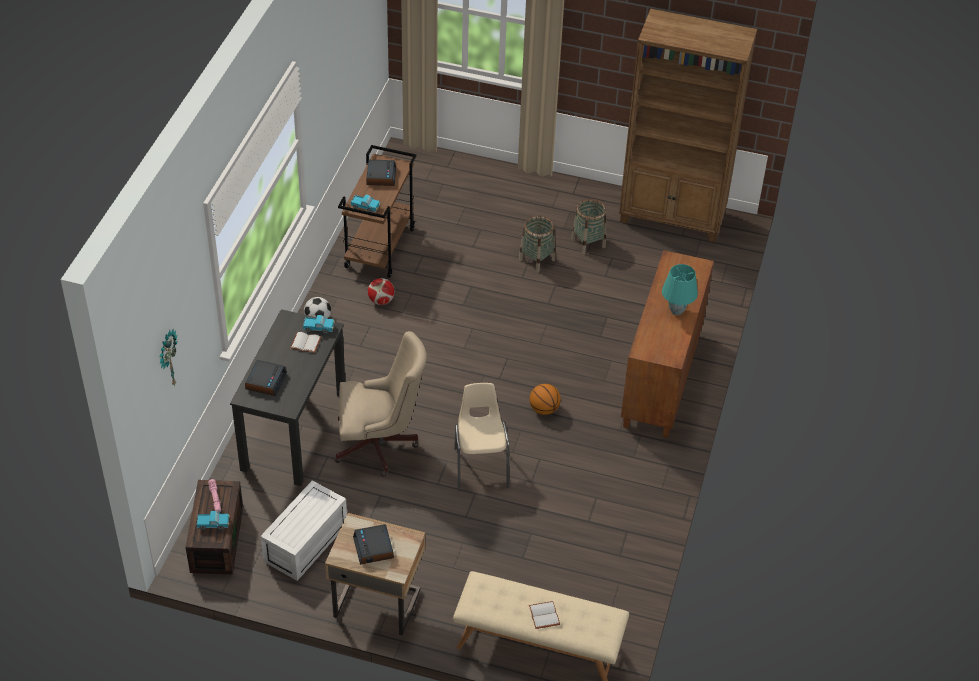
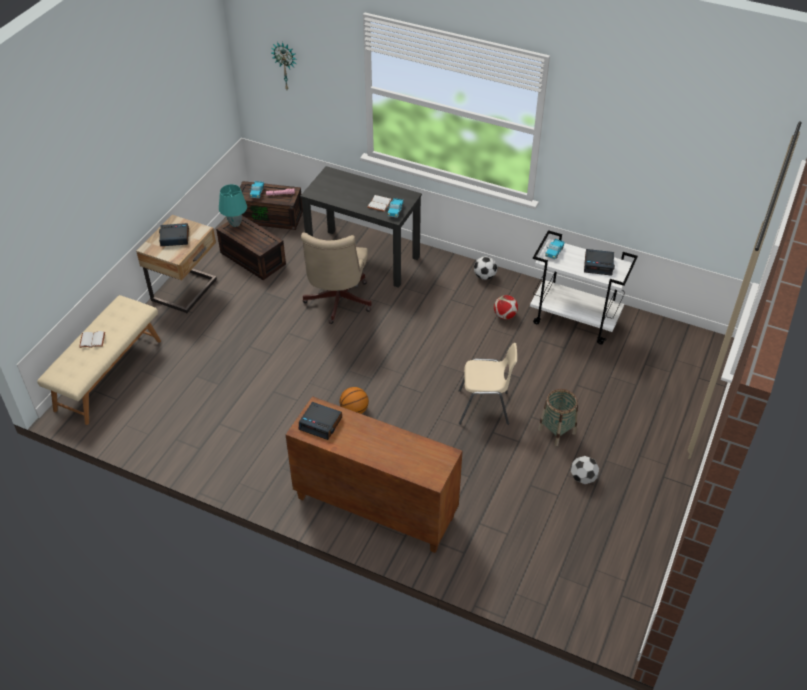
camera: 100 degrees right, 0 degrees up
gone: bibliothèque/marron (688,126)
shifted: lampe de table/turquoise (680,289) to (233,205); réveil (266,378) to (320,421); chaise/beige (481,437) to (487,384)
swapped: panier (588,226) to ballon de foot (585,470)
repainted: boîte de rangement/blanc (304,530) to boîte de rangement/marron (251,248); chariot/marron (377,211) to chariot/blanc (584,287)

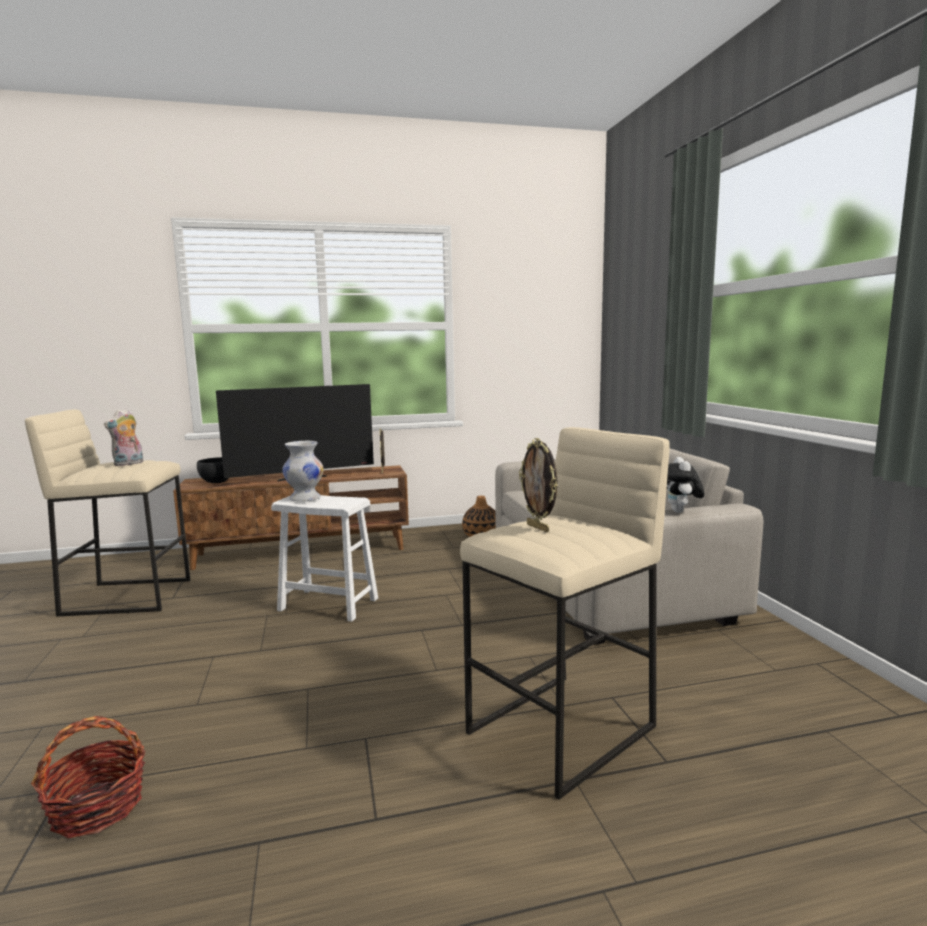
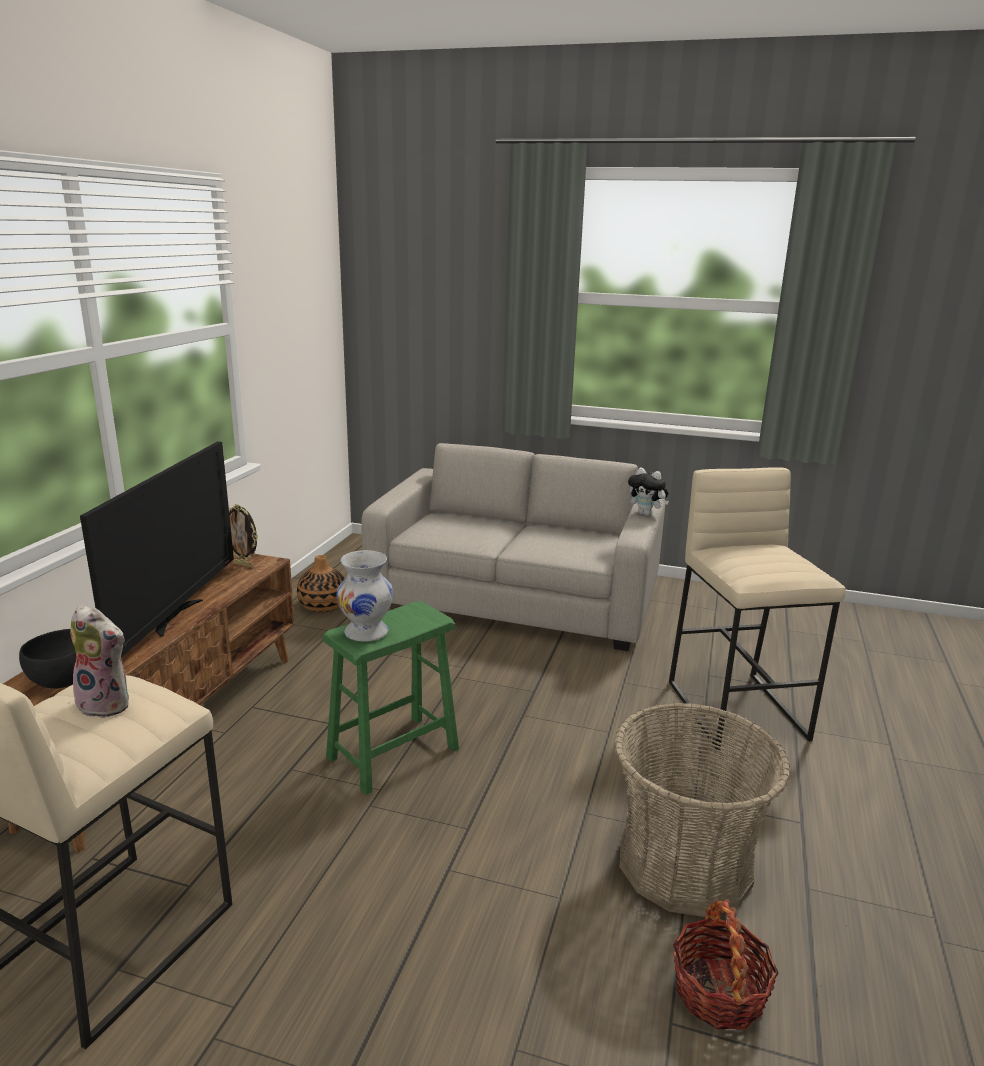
camera: 60 degrees left, 10 degrees up
gone: cadre photo (538,485)
new: panier (702,810)
repainted: tabouret/blanc (324,558) to tabouret/vert (390,698)
rotated: peluche (123,437) = (99,661) 45 degrees counterclockwise

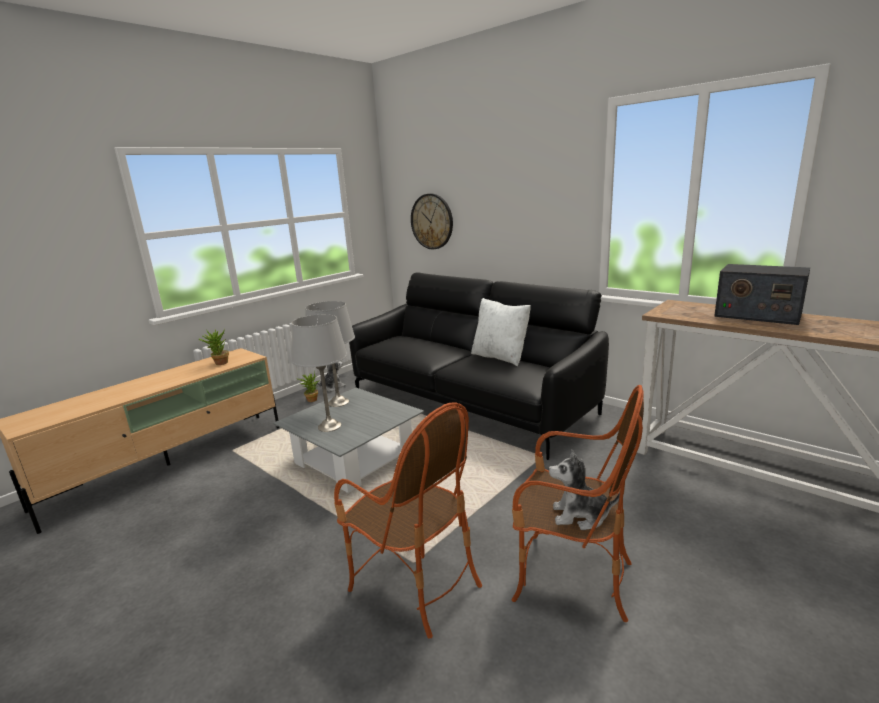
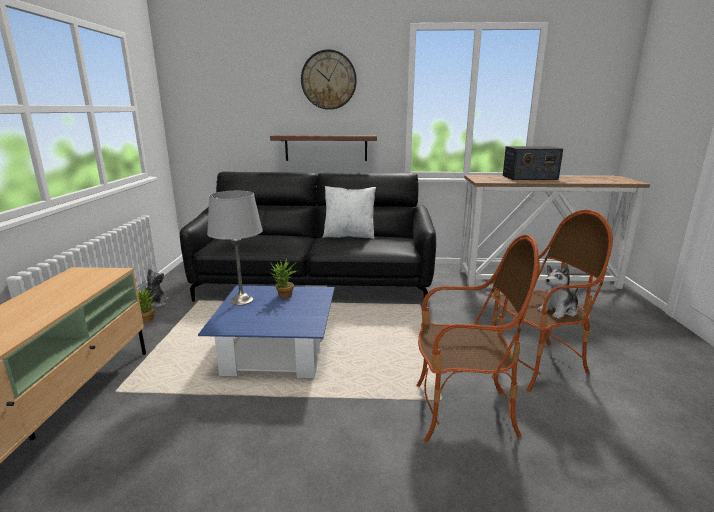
camera: 40 degrees left, 0 degrees up
gone: lampe de table/gris (319,373)
new: étagère/marron (323,148)
shifted: plante en pot (213,347) to (283,278); horloge murale (432,221) to (329,79)
repainted: table basse/gris (348,440) to table basse/bleu (266,332)

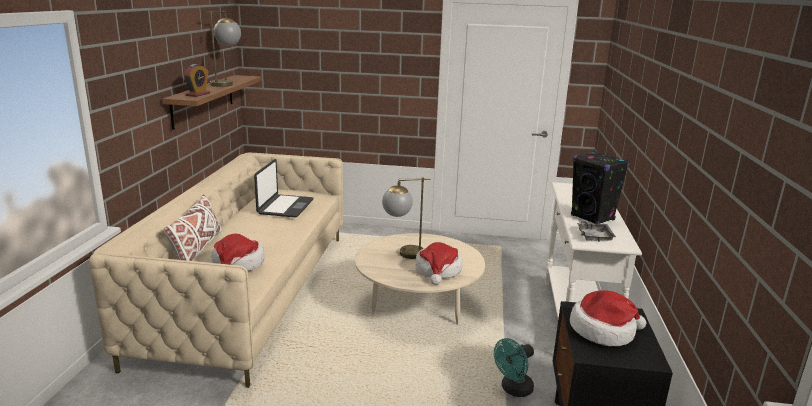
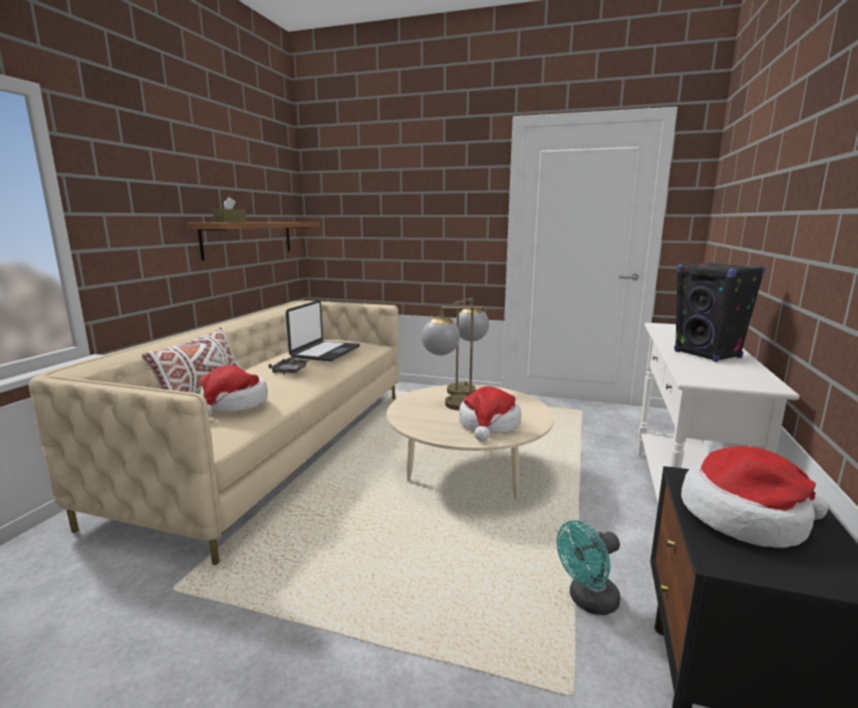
camera: 10 degrees right, 5 degrees down
shifted: plateau/gris (596,231) to (289,366); lampe de table (223,49) to (468,347)
swapped: réveil (197,80) to boîte à mouchoirs/marron (230,209)

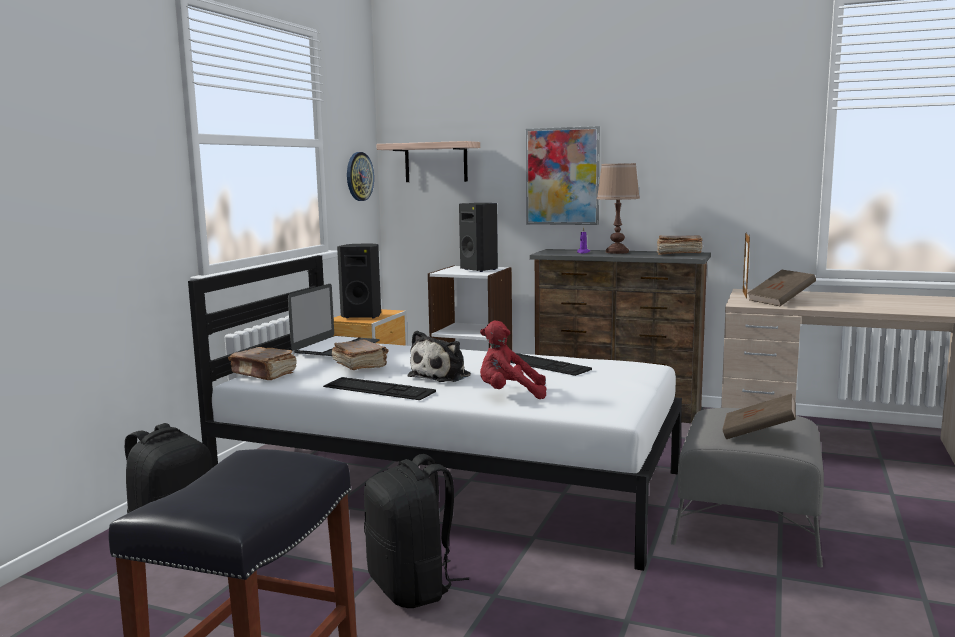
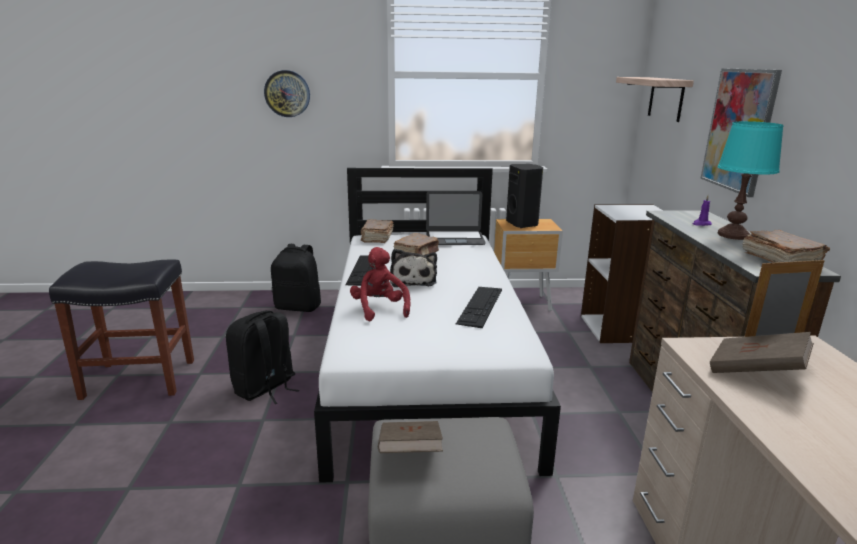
camera: 65 degrees right, 10 degrees up
gone: enceinte/noir (478,237)
shifted: horloge murale (360,176) to (287,93)
repainted: lampe de table/marron (618,208) to lampe de table/turquoise (751,180)
rotated: peluche (439,356) = (413,268) 105 degrees counterclockwise

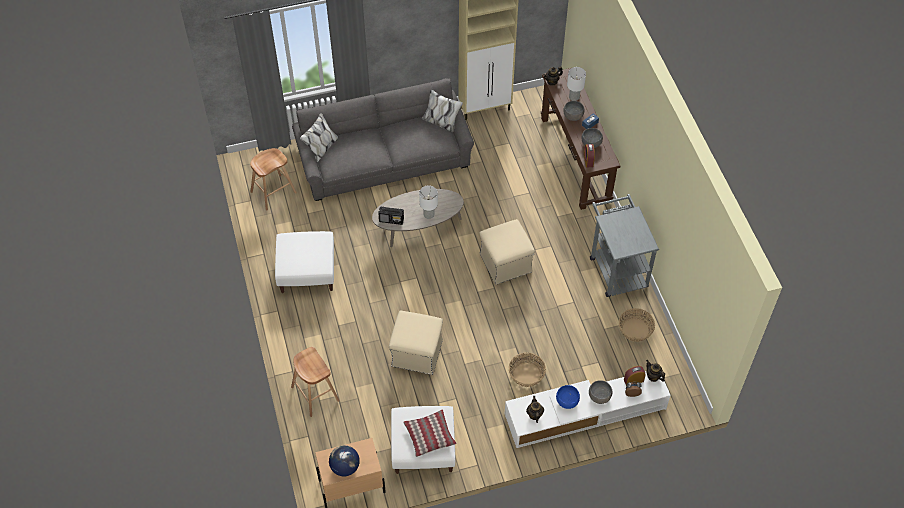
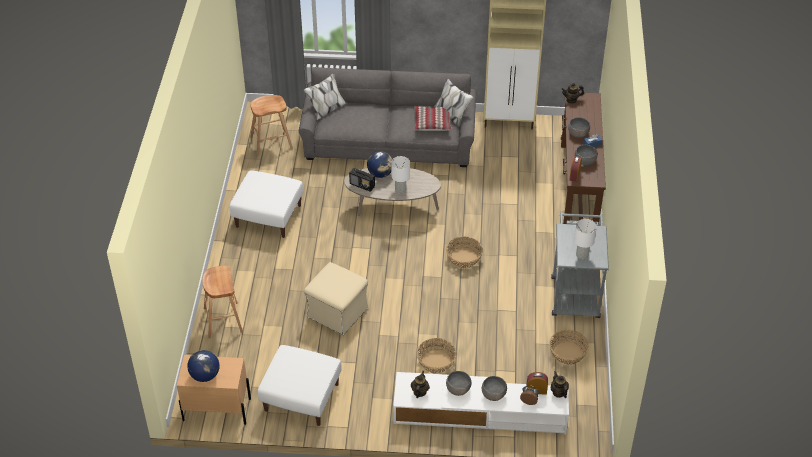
camera: 20 degrees right, 10 degrees down
new: globe (379,164)
shifted: coussin (429,433) to (433,118); lampe de table/blanc (576,84) to (585,239)
swapped: pouf/beige (507,252) to panier (464,252)
repainted: bol/bleu (568,397) to bol/gris (458,383)

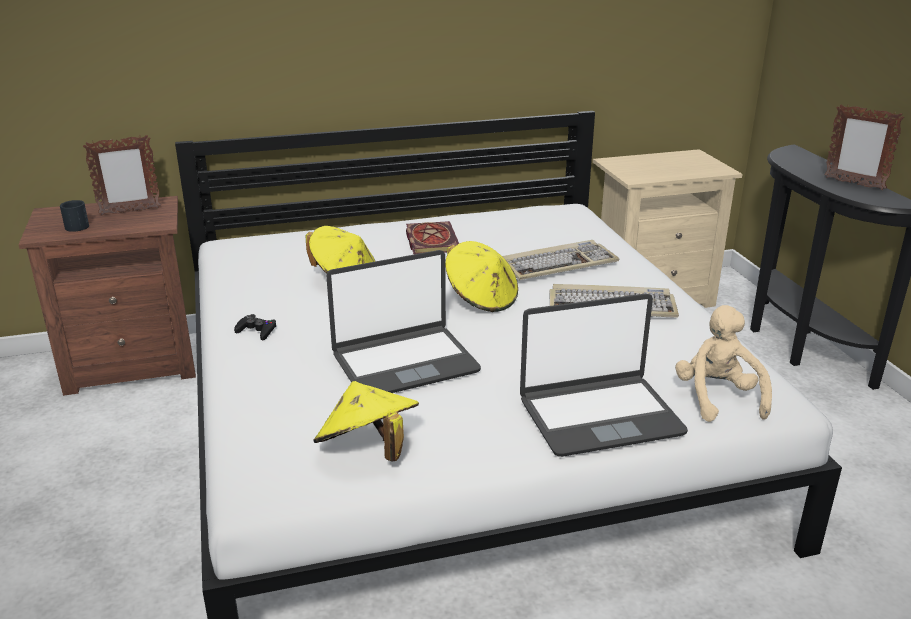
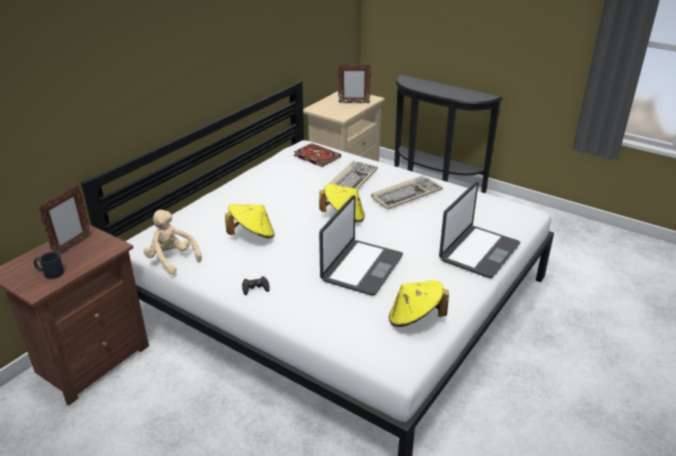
camera: 40 degrees left, 5 degrees up
shifted: peluche/beige (723,363) to (173,242); livre (432,237) to (317,155); cadre photo (864,147) to (354,84)

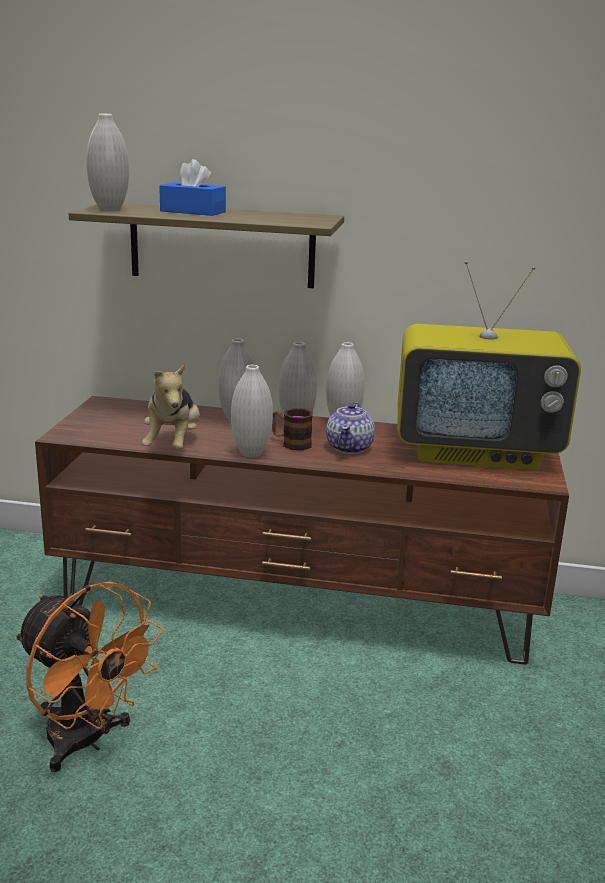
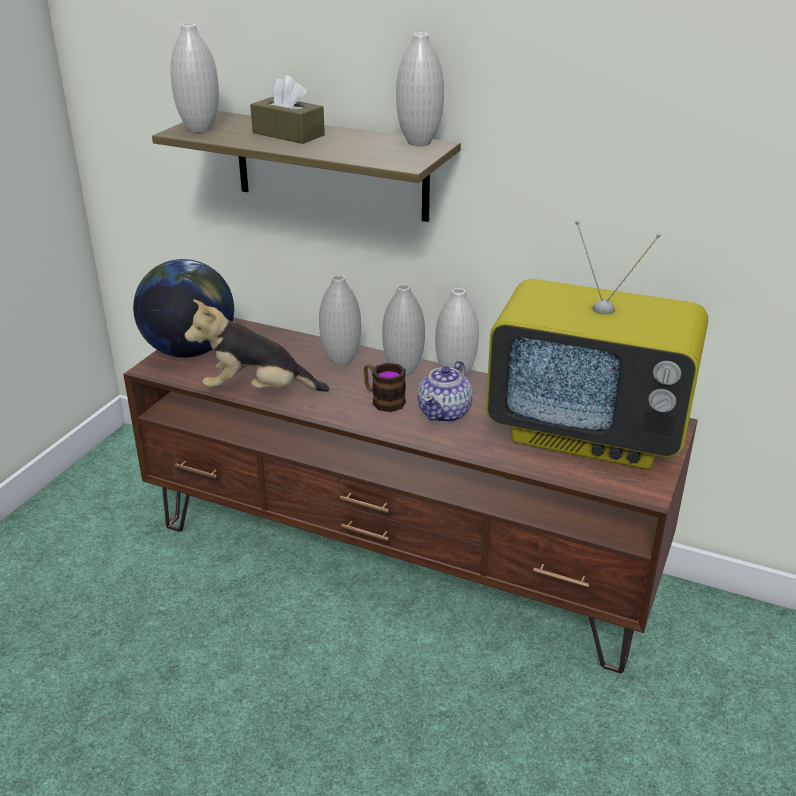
camera: 15 degrees right, 10 degrees up
gone: ventilateur/orange (89,676)
new: globe (183,308)
shifted: vase/blanc (252,411) to (420,89)
repainted: boîte à mouchoirs/bleu (192,187) to boîte à mouchoirs/marron (287,109)
rotated: peluche (171,407) = (256,345) 75 degrees clockwise

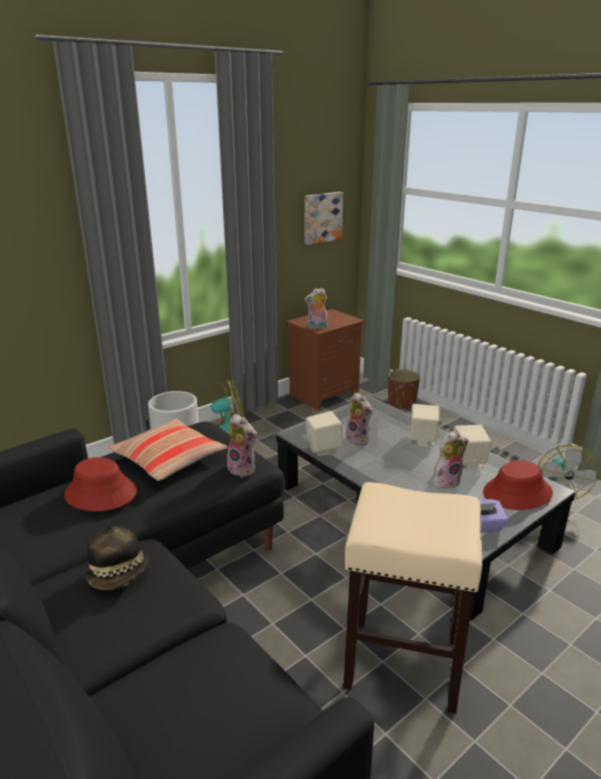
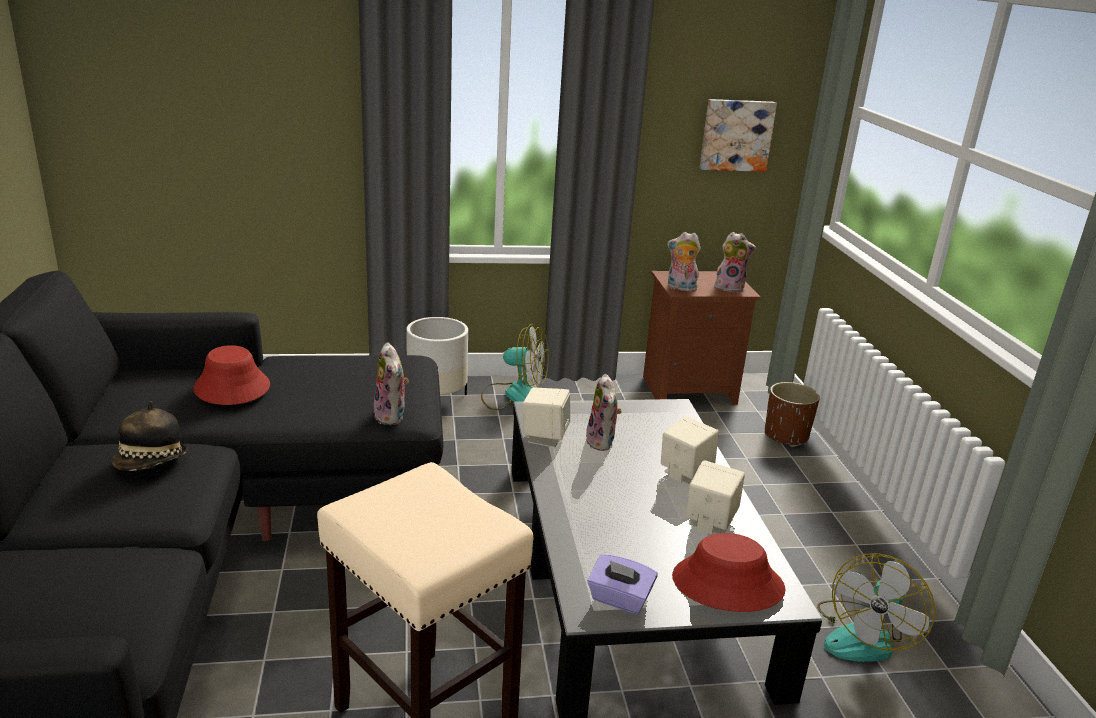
camera: 30 degrees right, 0 degrees up
gone: coussin (168,450)
shifted: peluche (451,459) to (735,262)

